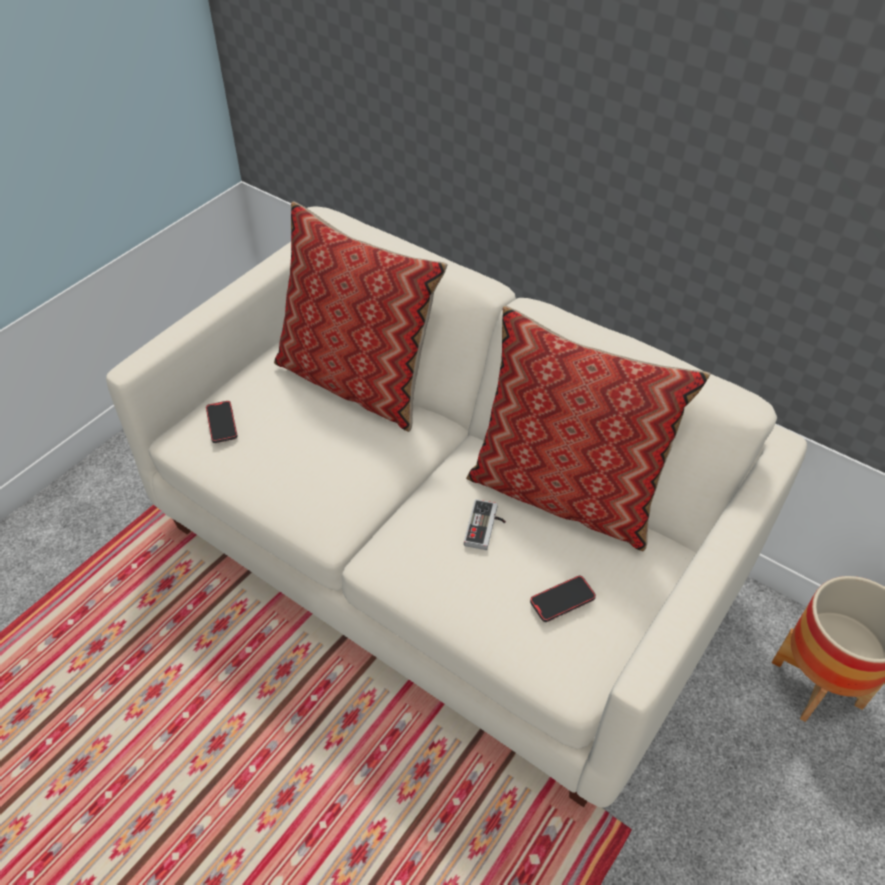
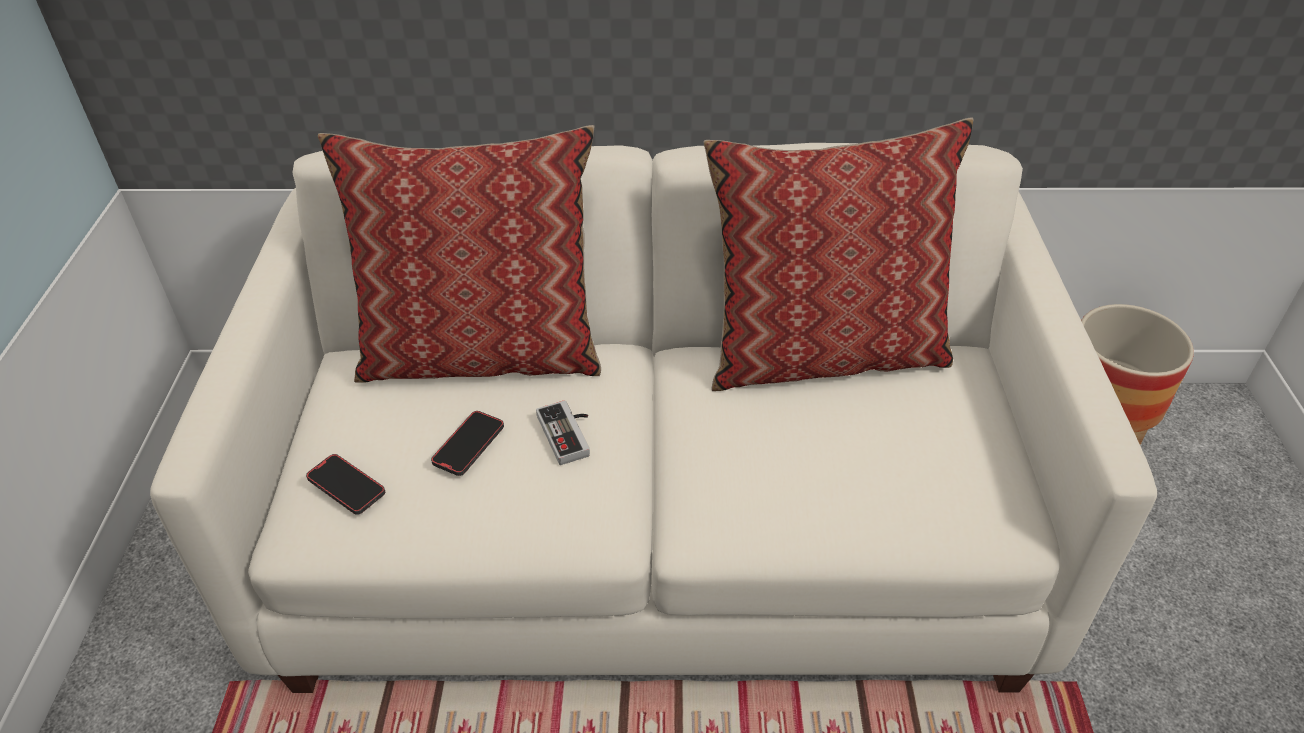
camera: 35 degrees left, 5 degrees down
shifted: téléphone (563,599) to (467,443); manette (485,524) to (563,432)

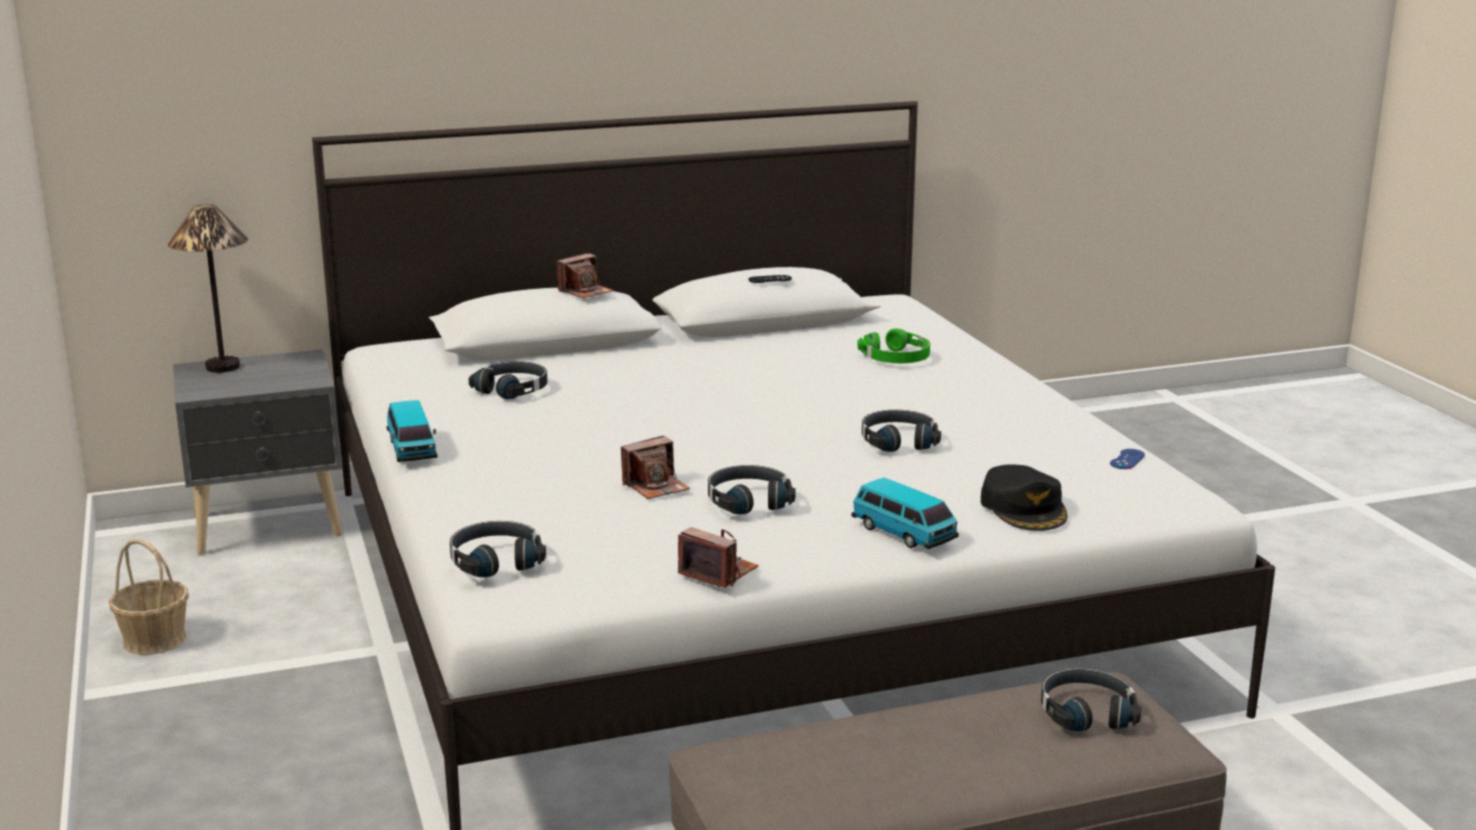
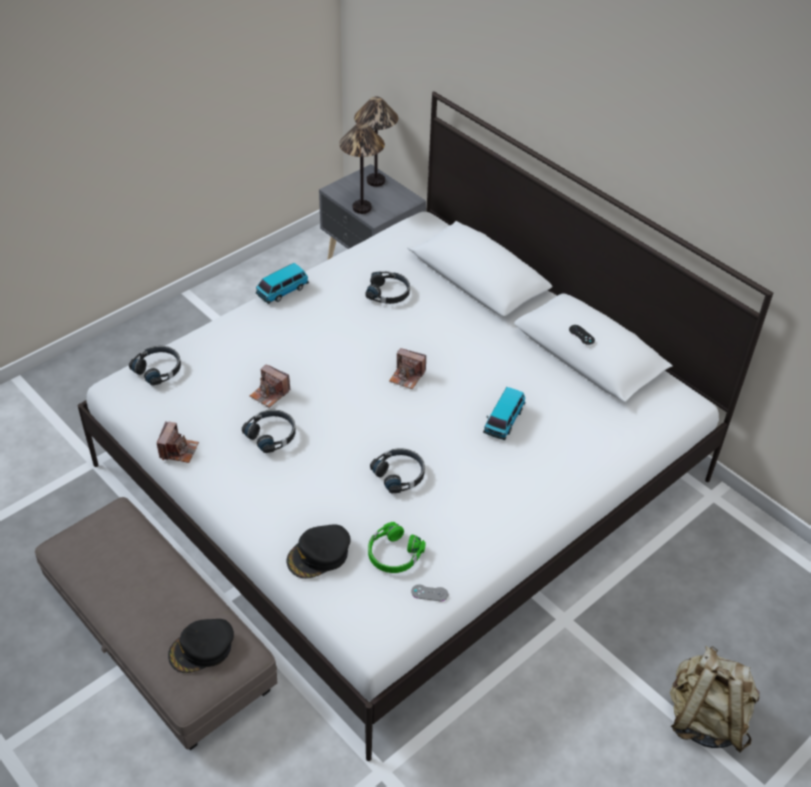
camera: 65 degrees right, 25 degrees up
gone: panier (149,597)
new: lampe de table (362,168); sac à dos/beige (714,699)
shifted: casque audio/vert (893,345) to (397,547); appareil photo (584,275) to (407,368); petite voiture (905,513) to (504,413)
swapped: casque audio/noir (1091,699) to casquette/noir (201,646)
repainted: manette/bleu (1127,459) to manette/gris (429,593)

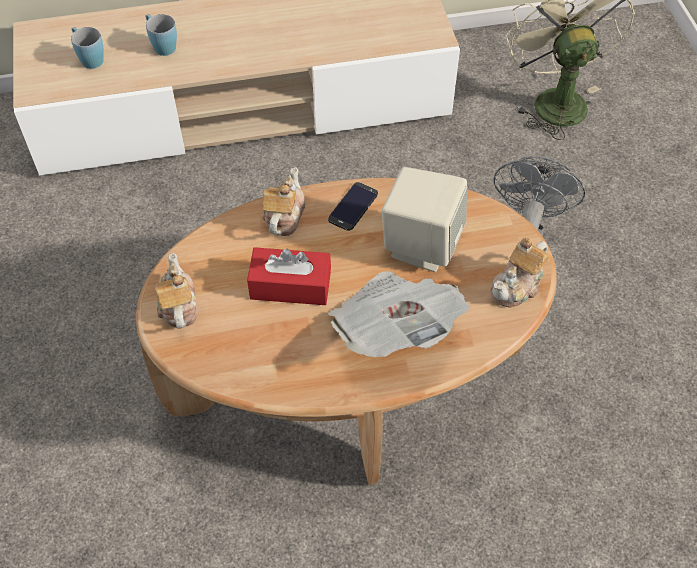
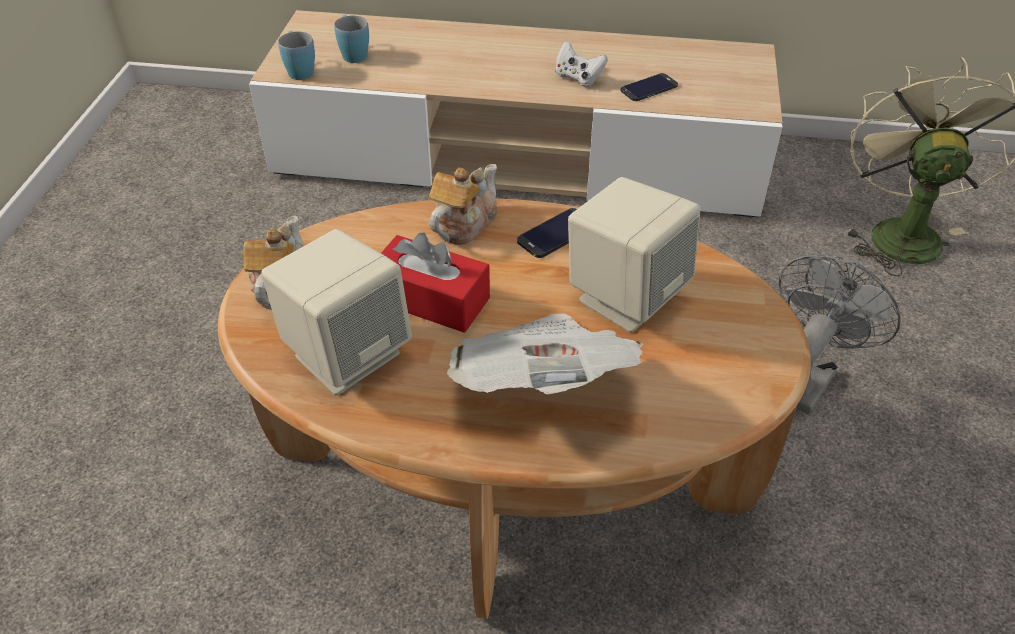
camera: 20 degrees right, 10 degrees down
gone: théière (520,272)
new: enceinte/beige (336,312); manette/blanc (581,64); téléphone (649,87)
shifted: mug/bleu (161,35) to (296,55)

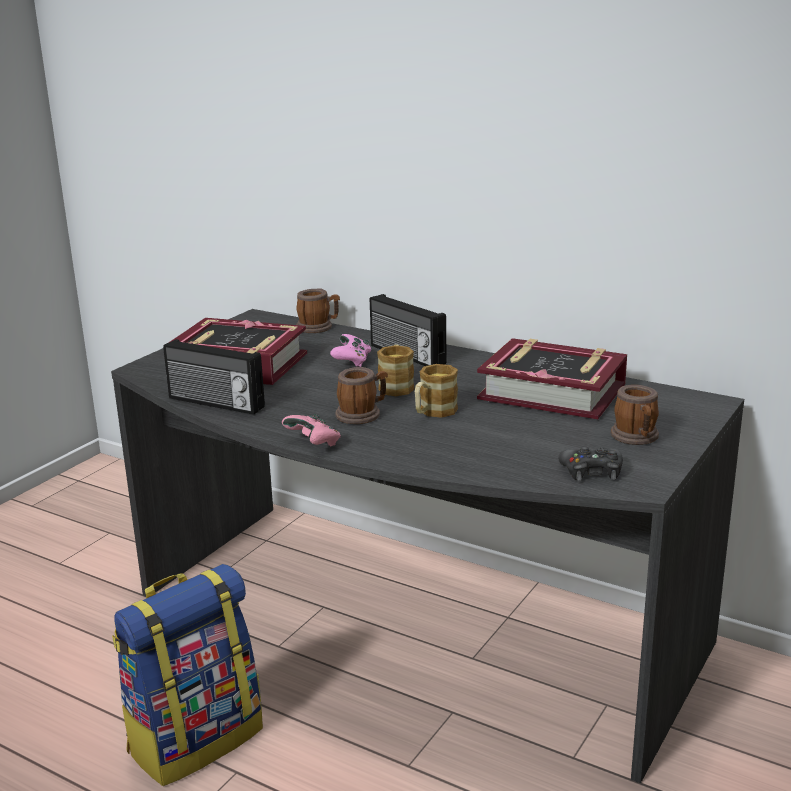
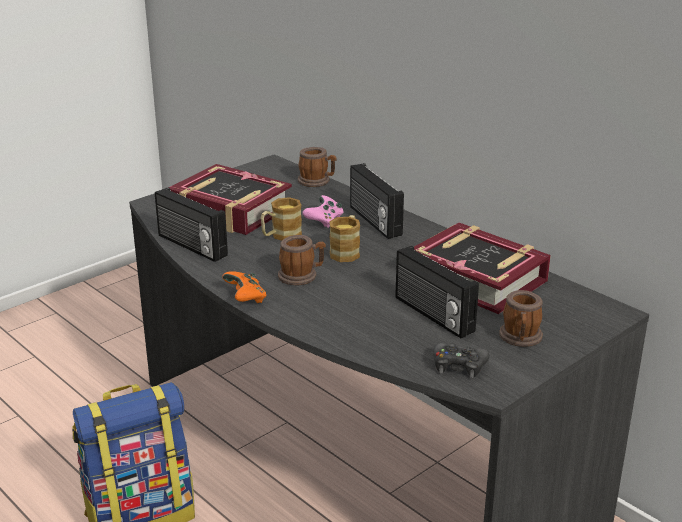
camera: 15 degrees right, 5 degrees up
new: radio (437,292)
shifted: mug (436,391) to (281,219)
repainted: manette/rose (311,430) to manette/orange (244,287)

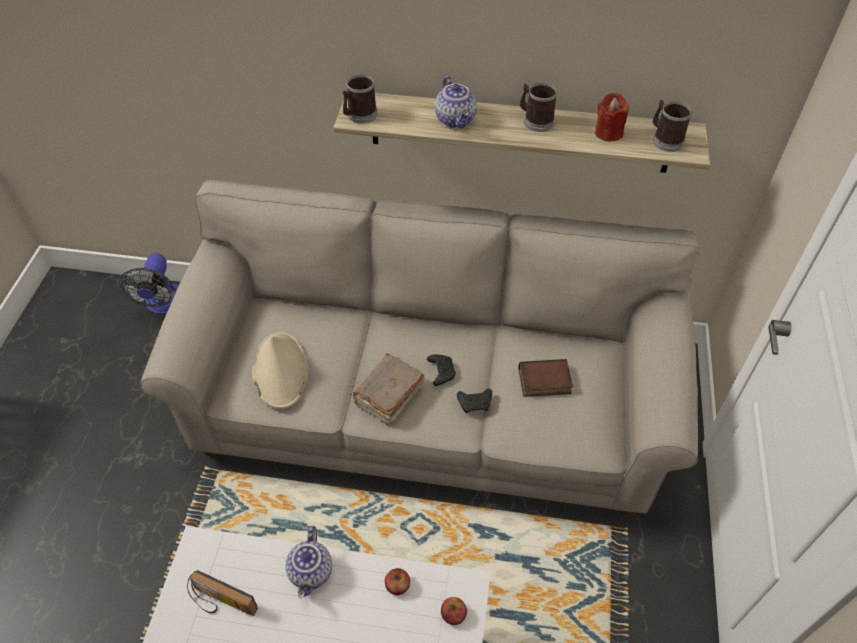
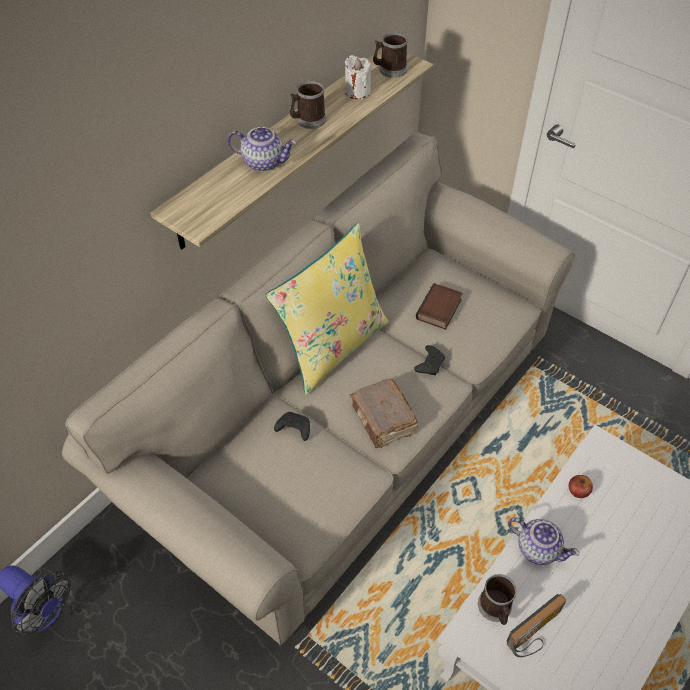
camera: 60 degrees left, 0 degrees up
gone: chapeau/beige (280,370); pomme (454,611)
new: coussin/jaune (327,309)
shifted: manette/noir (441,370) to (292,426); mug (360,99) to (497,599)
repainted: bougie/rouge (612,117) to bougie/blanc (358,77)

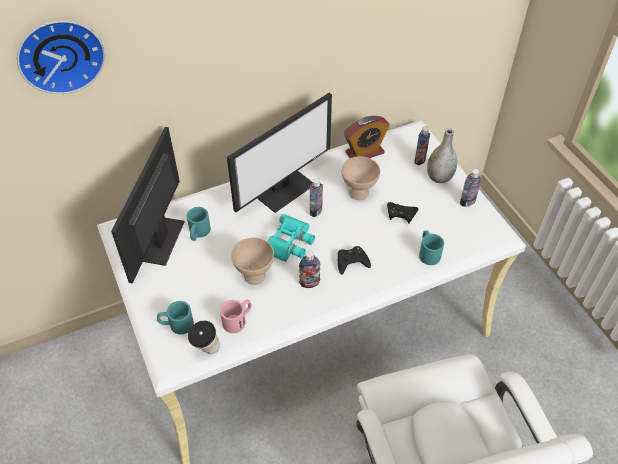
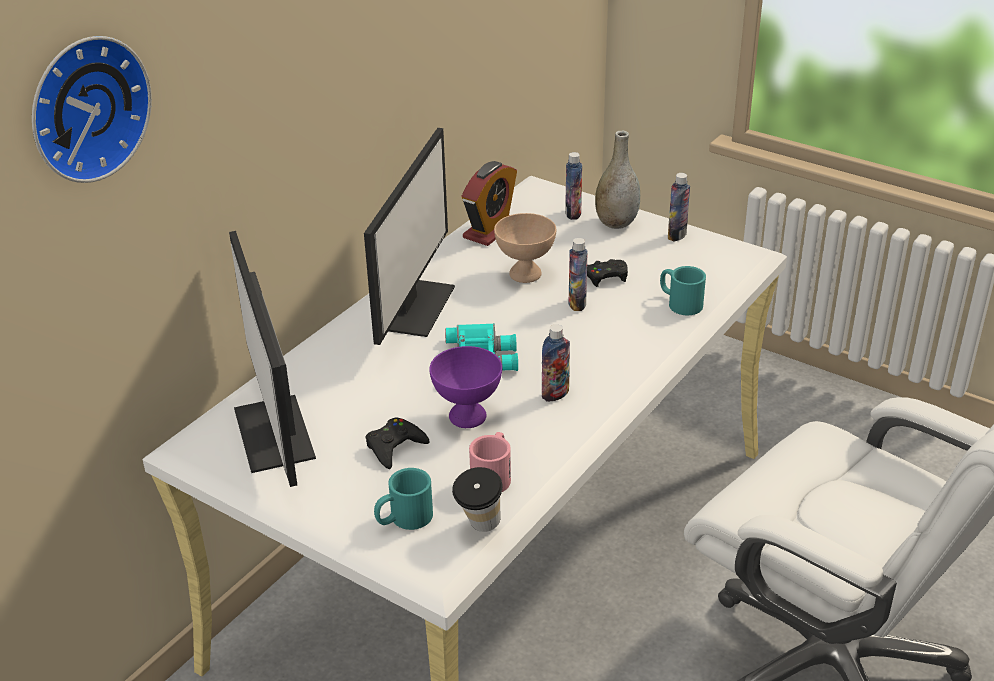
camera: 30 degrees left, 15 degrees down
gone: mug/turquoise (199,224)
shifted: manette/noir (354,260) to (397,443); bouteille (316,197) to (578,274)
repainted: bol/beige (252,261) to bol/violet (465,387)

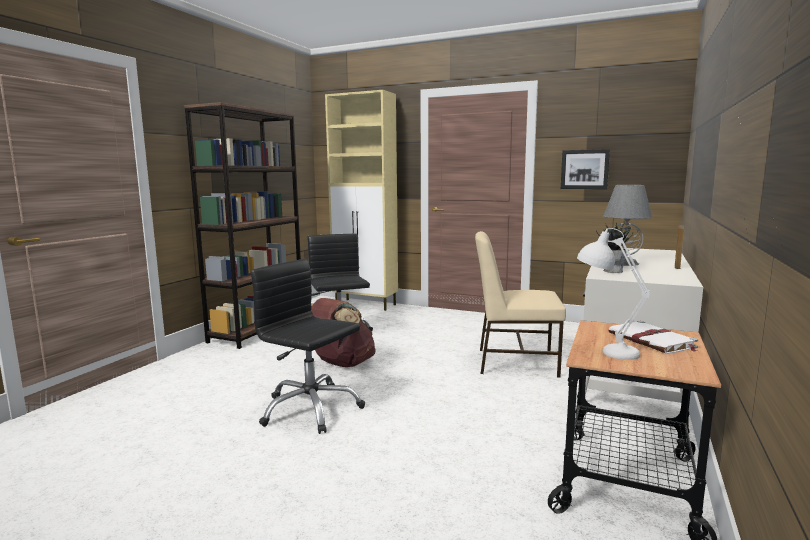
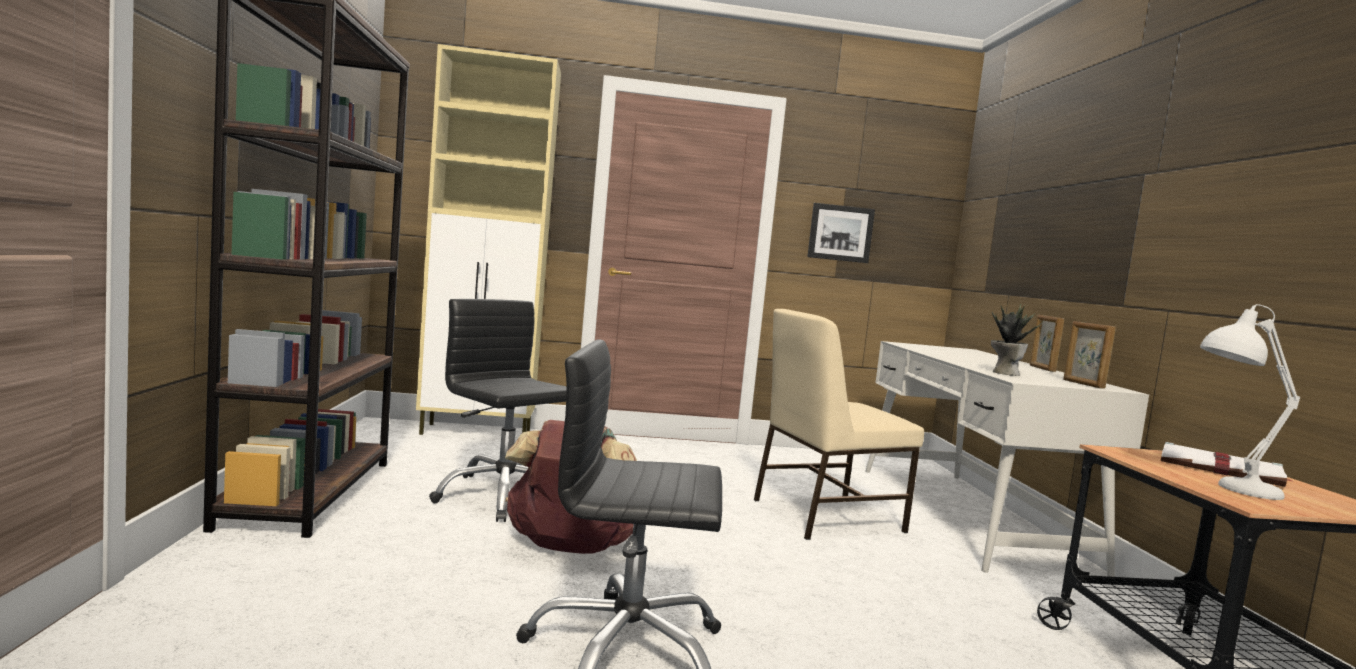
camera: 30 degrees left, 5 degrees down
gone: lampe de table/gris (627,225)
new: cadre photo (1089,355)

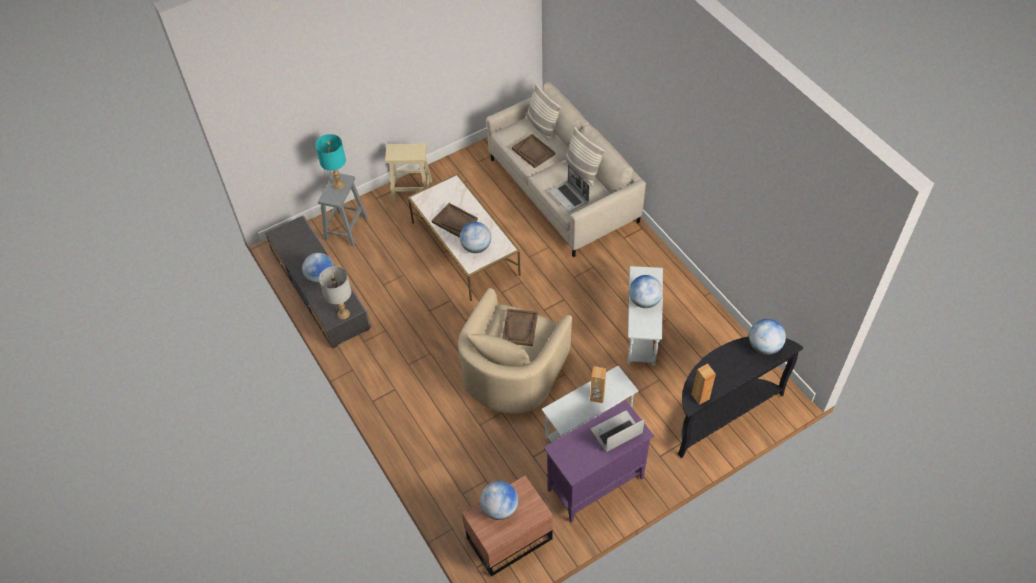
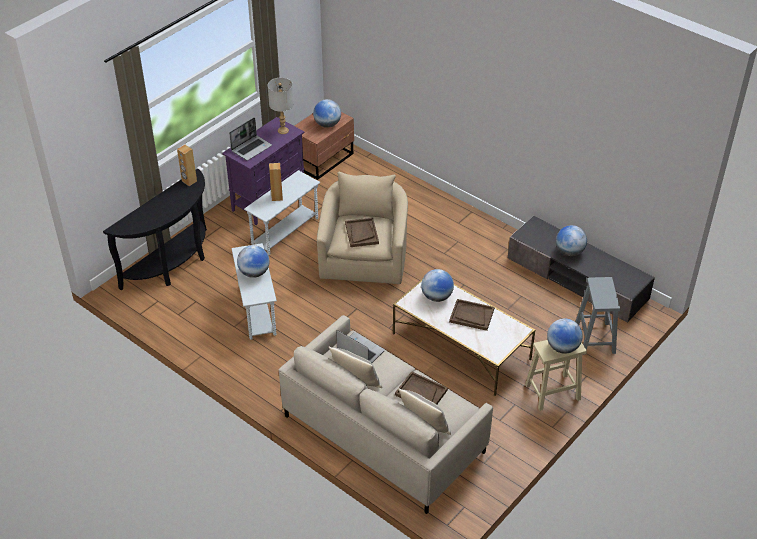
camera: 160 degrees right, 10 degrees down
gone: lampe de table/turquoise (330,161)
shifted: lampe de table/gris (335,292) to (281,106); globe (767,337) to (565,336)

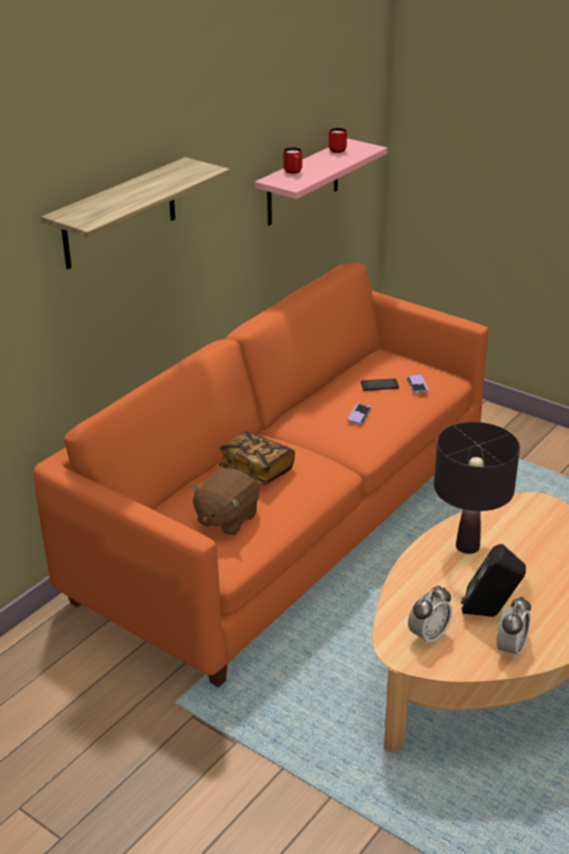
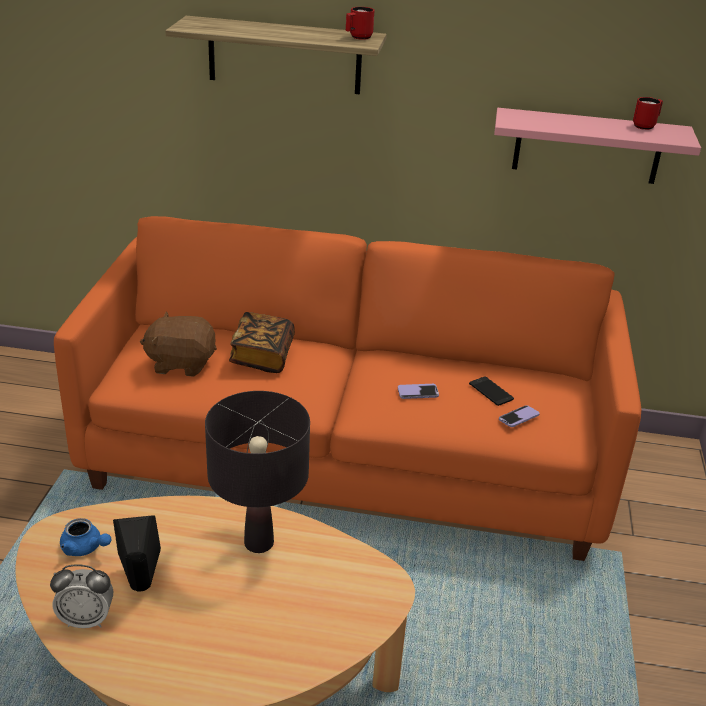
camera: 60 degrees right, 0 degrees up
shifted: mug/rouge (292,160) to (360,23)
swapped: réveil (430,616) to théière/bleu (86,537)

